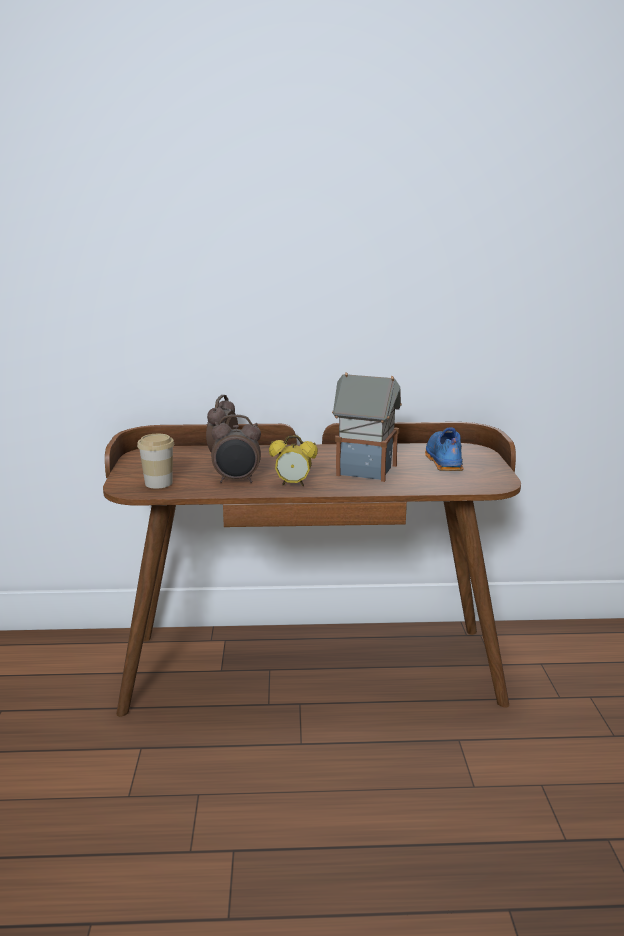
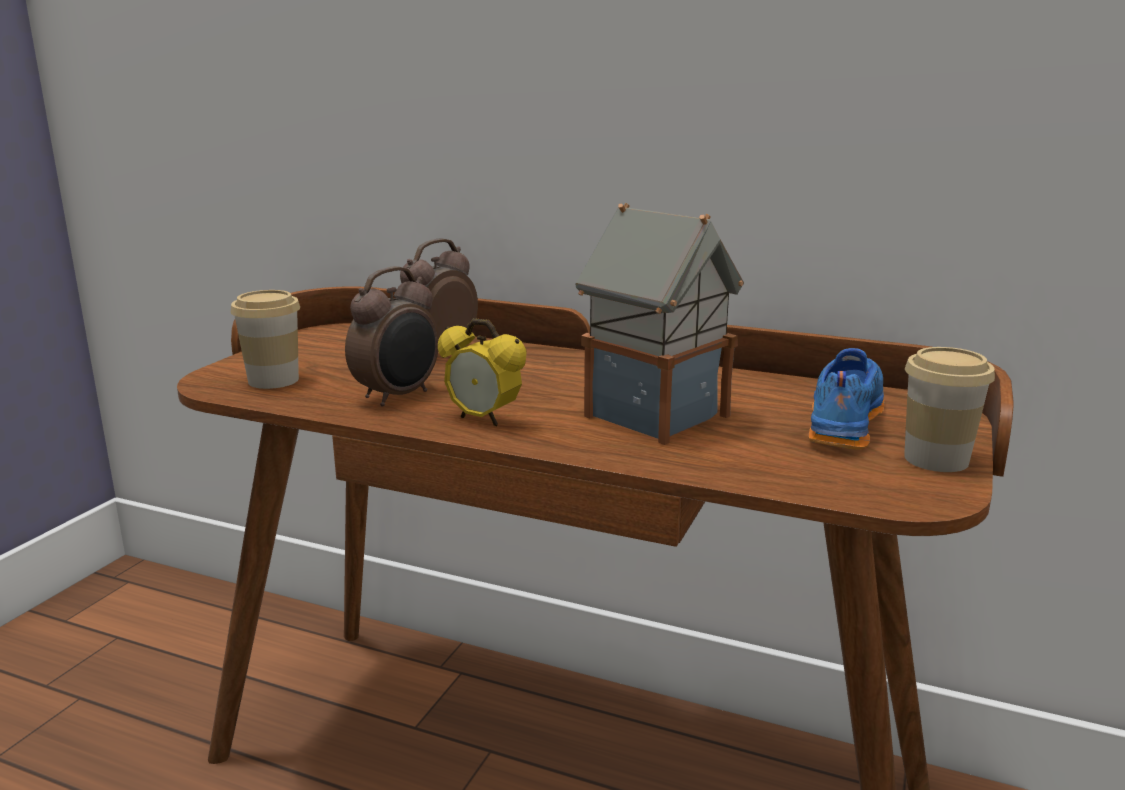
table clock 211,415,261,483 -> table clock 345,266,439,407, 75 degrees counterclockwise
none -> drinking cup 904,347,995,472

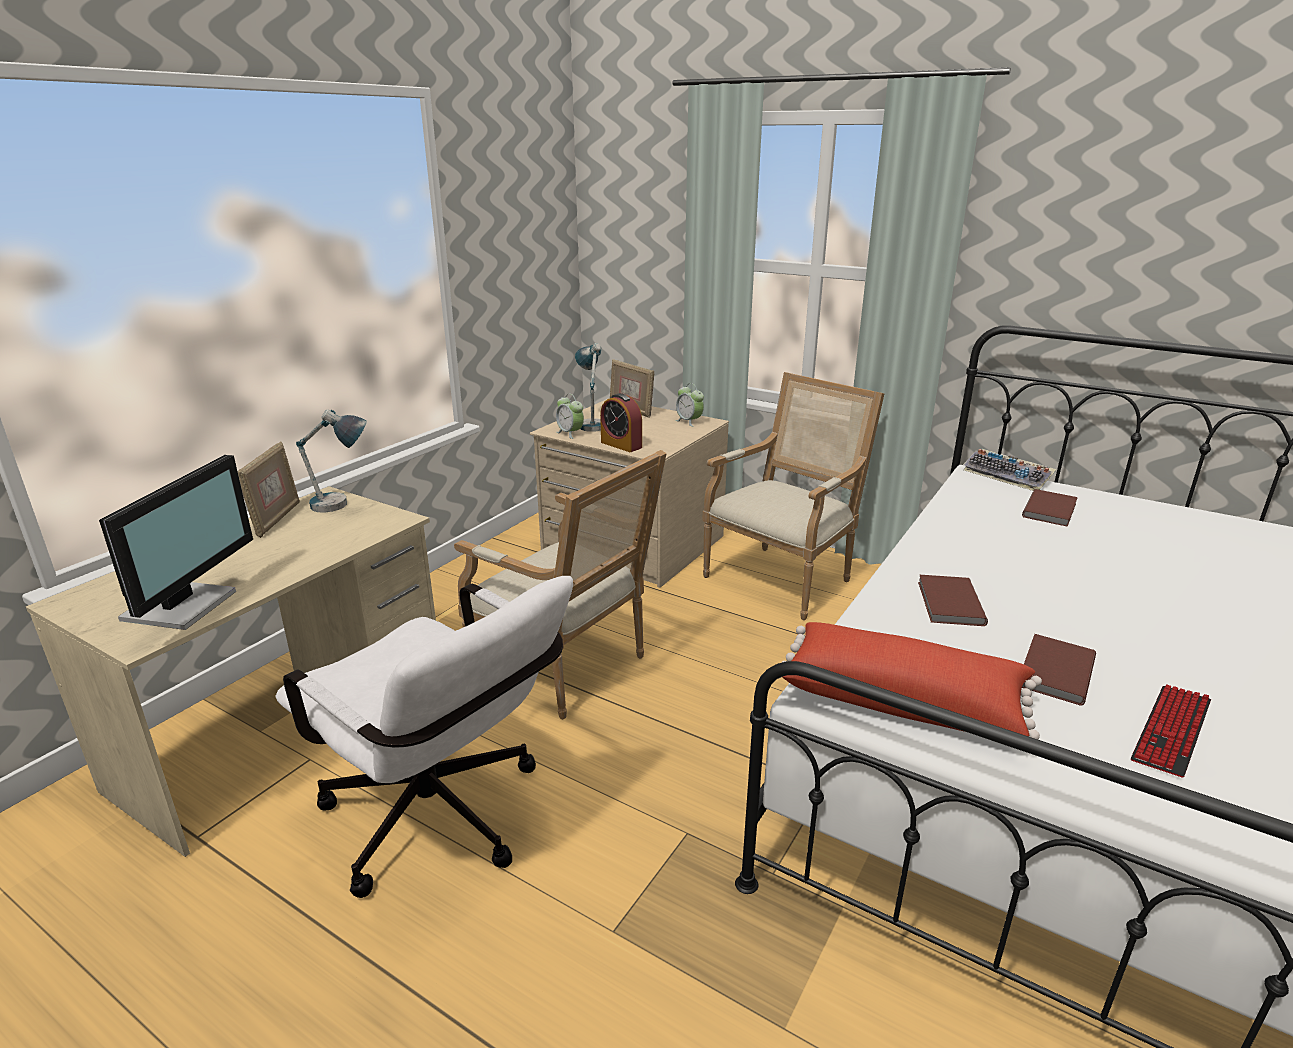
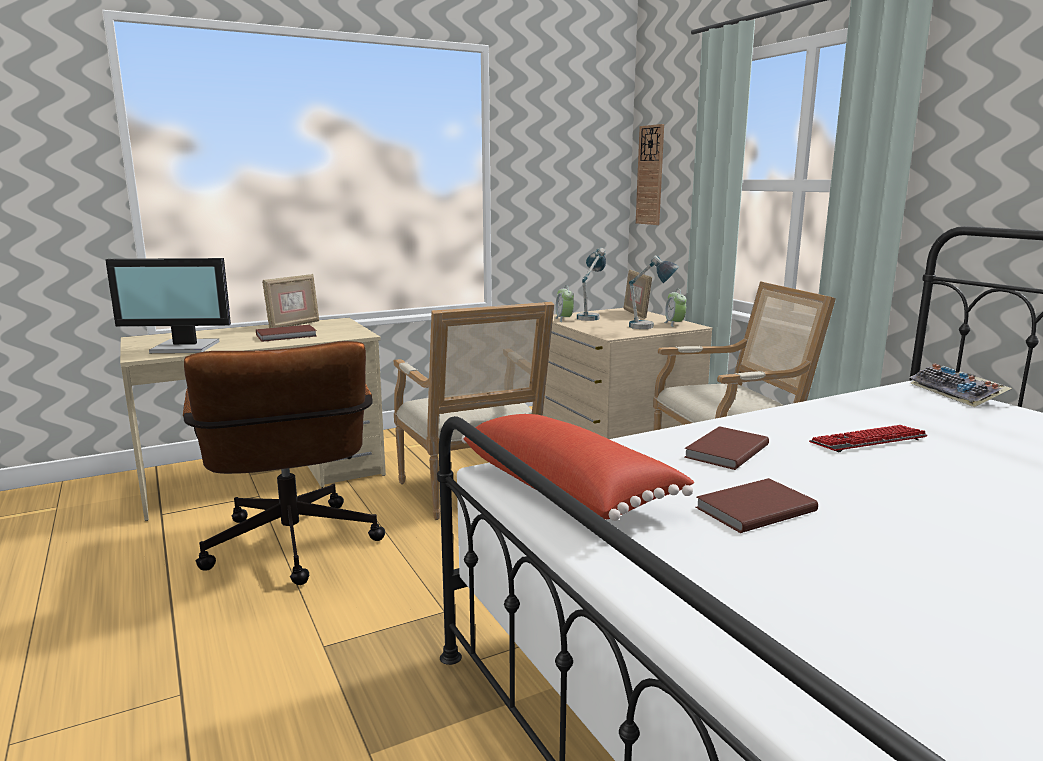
computer display 99,455,253,630 -> computer display 105,258,231,353, 45 degrees clockwise
whitish office chair 275,576,573,898 -> brown-coloured office chair 183,341,385,585
table lamp 296,410,367,513 -> table lamp 629,255,679,329, relocated
table clock 600,393,642,452 -> none
brown-coloured book 1022,489,1078,527 -> brown-coloured book 256,325,317,342, relocated
keyboard 1131,685,1211,778 -> keyboard 809,425,927,452, relocated
none -> clock on the wall 636,124,664,225

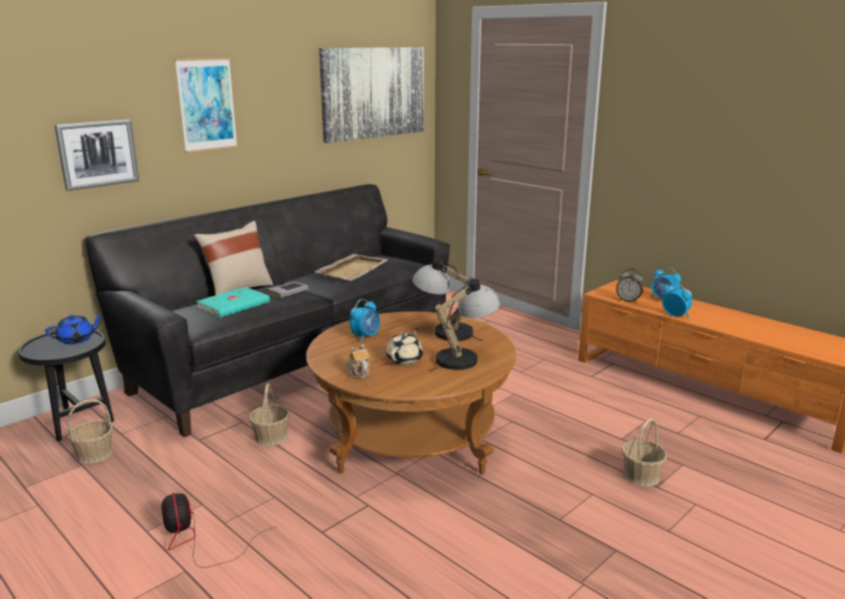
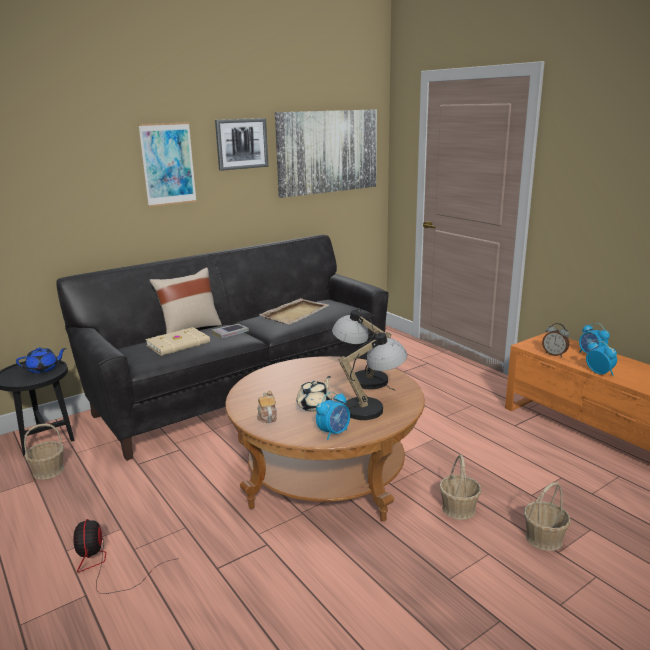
wall picture 55,119,139,191 -> wall picture 215,118,268,171, relocated
turquoise book 196,287,270,318 -> beige-coloured book 145,327,210,356
storage basket 249,383,290,446 -> storage basket 439,454,481,520, relocated
table clock 350,299,380,342 -> table clock 316,392,350,440, relocated

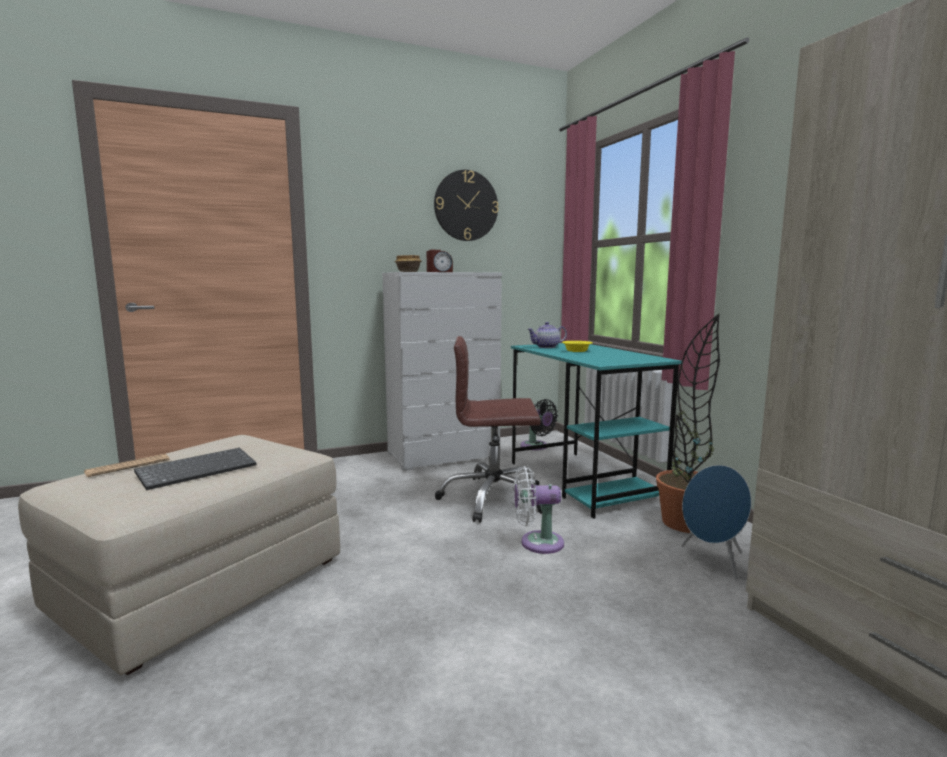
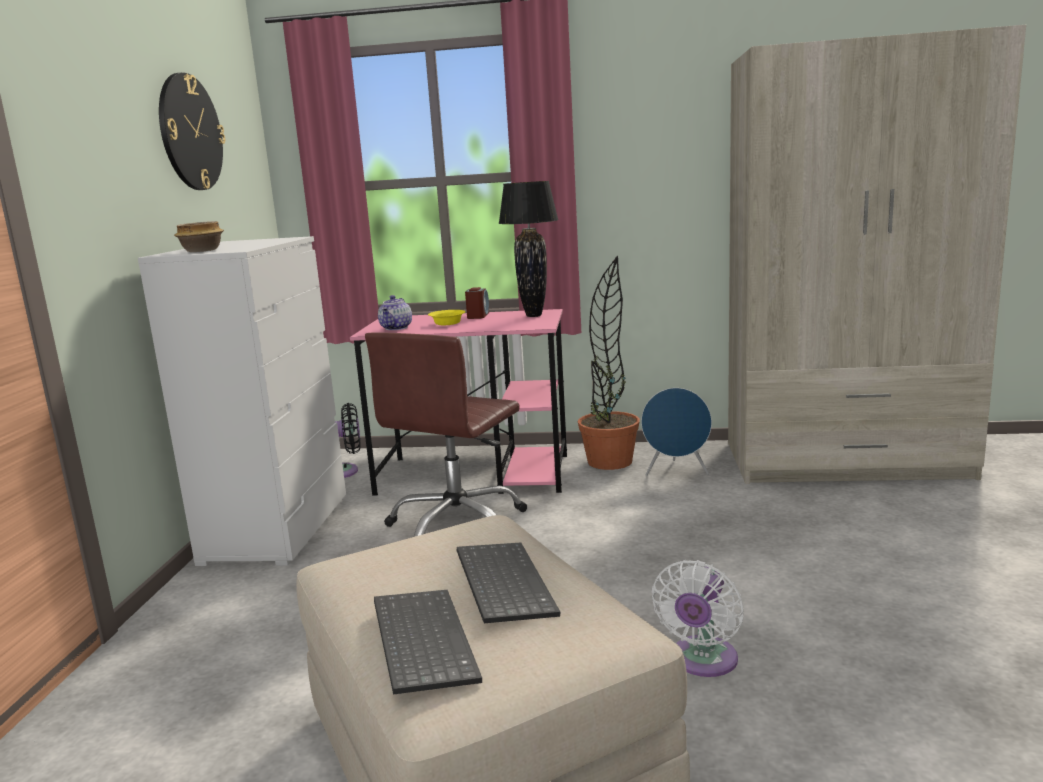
printed paper 84,454,169,477 -> keyboard 374,590,482,695
table clock 427,250,453,272 -> table clock 465,287,489,319, relocated
turquoise desk unit 511,343,682,519 -> pinkish desk unit 350,309,567,496
whitish fan 514,466,564,554 -> whitish fan 651,560,744,677, relocated
none -> black table lamp 499,181,559,317

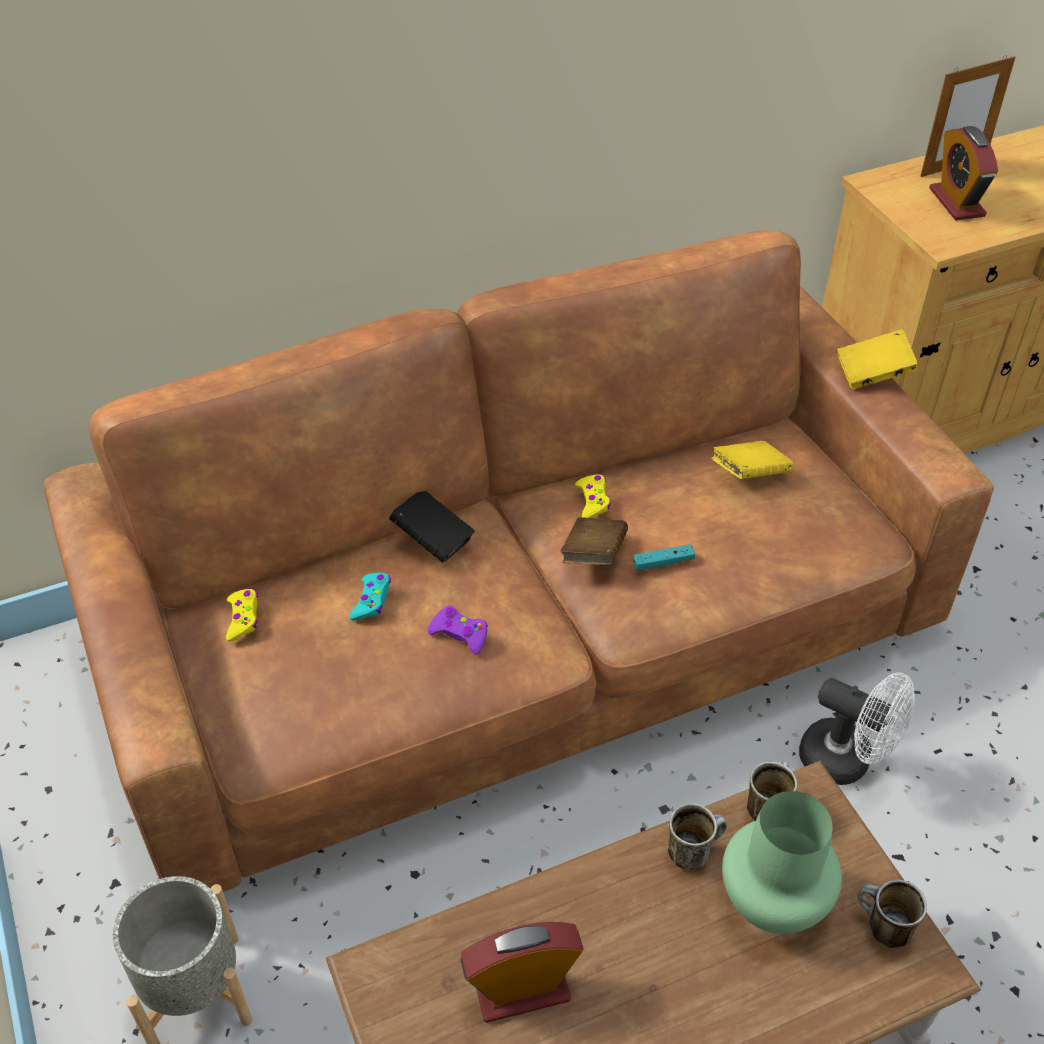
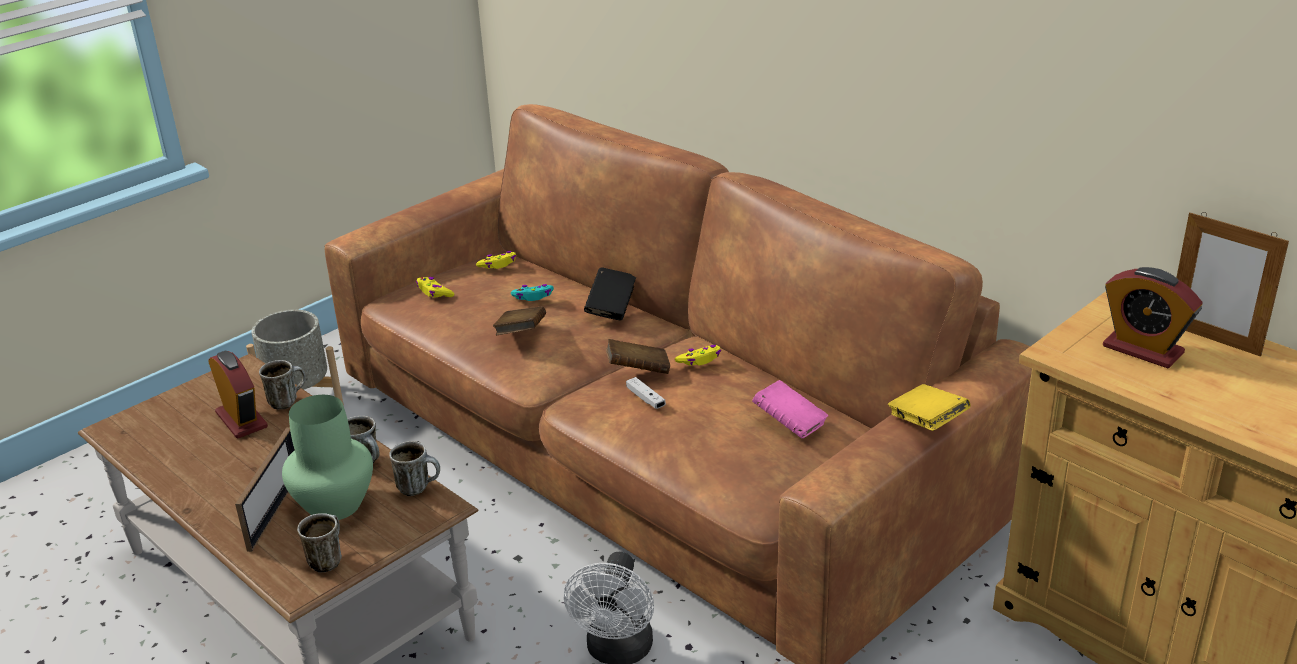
purple-coloured gamepad 428,606,488,655 -> brown-coloured book 493,307,546,335
turquoise gamepad 633,544,695,571 -> whitish gamepad 626,377,666,409
yellow-coloured book 712,441,794,479 -> pinkish book 752,380,828,438
table clock 929,126,998,221 -> table clock 1103,267,1203,368, 105 degrees counterclockwise
none -> photo frame 235,427,295,552
none -> tea mug 259,360,306,409
none -> yellow-coloured gamepad 416,277,455,297

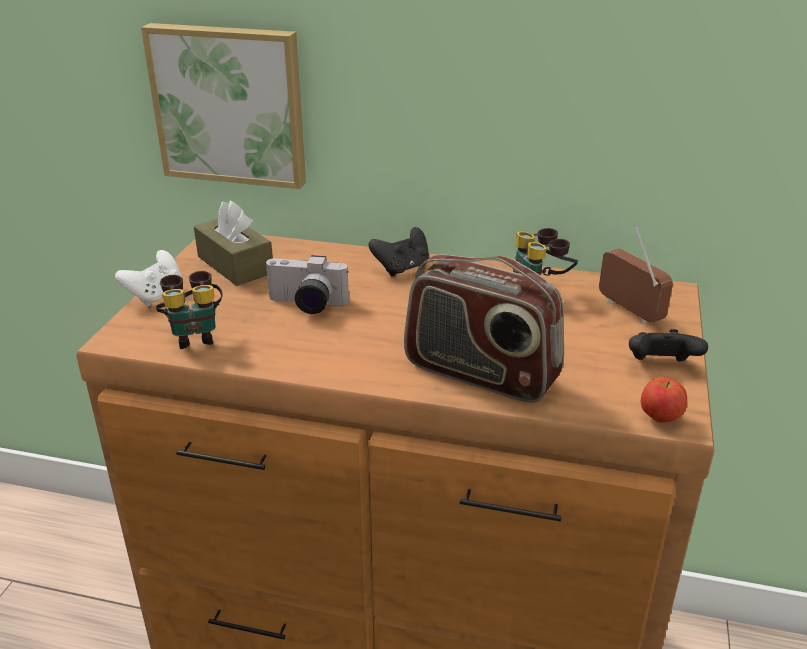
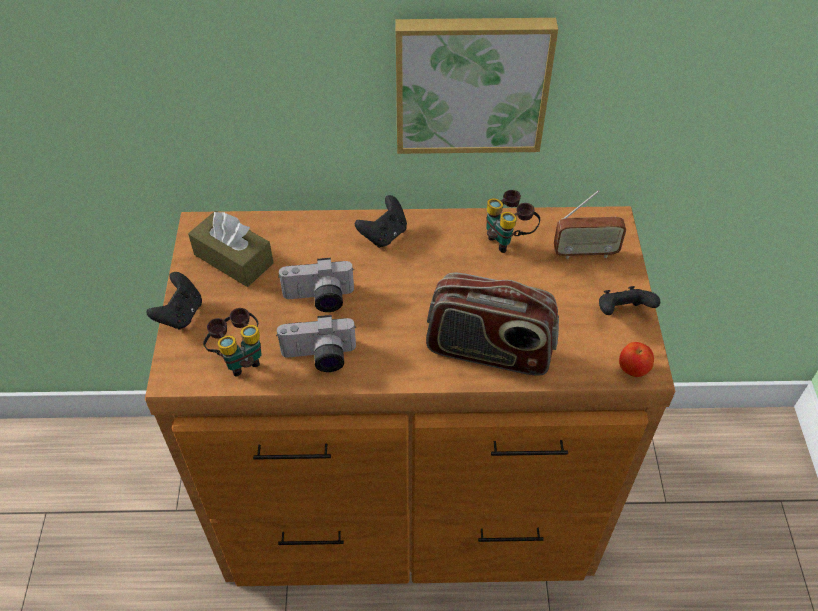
whitish gamepad 115,250,182,306 -> black gamepad 147,272,202,330
wall picture 141,23,306,189 -> wall picture 395,18,558,154, relocated
radio 599,226,673,324 -> radio 554,190,626,259, 135 degrees clockwise
none -> photo camera 276,315,356,372

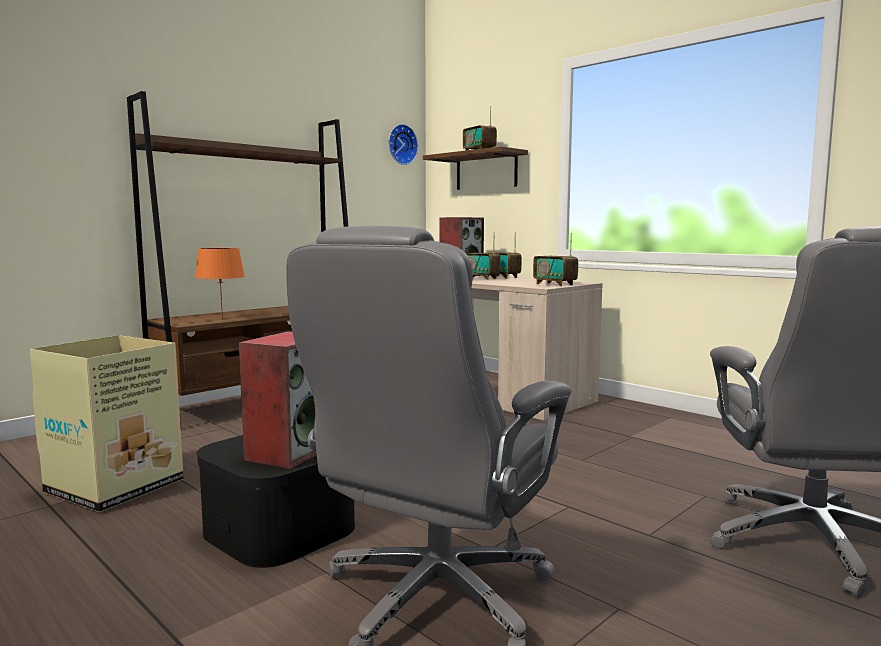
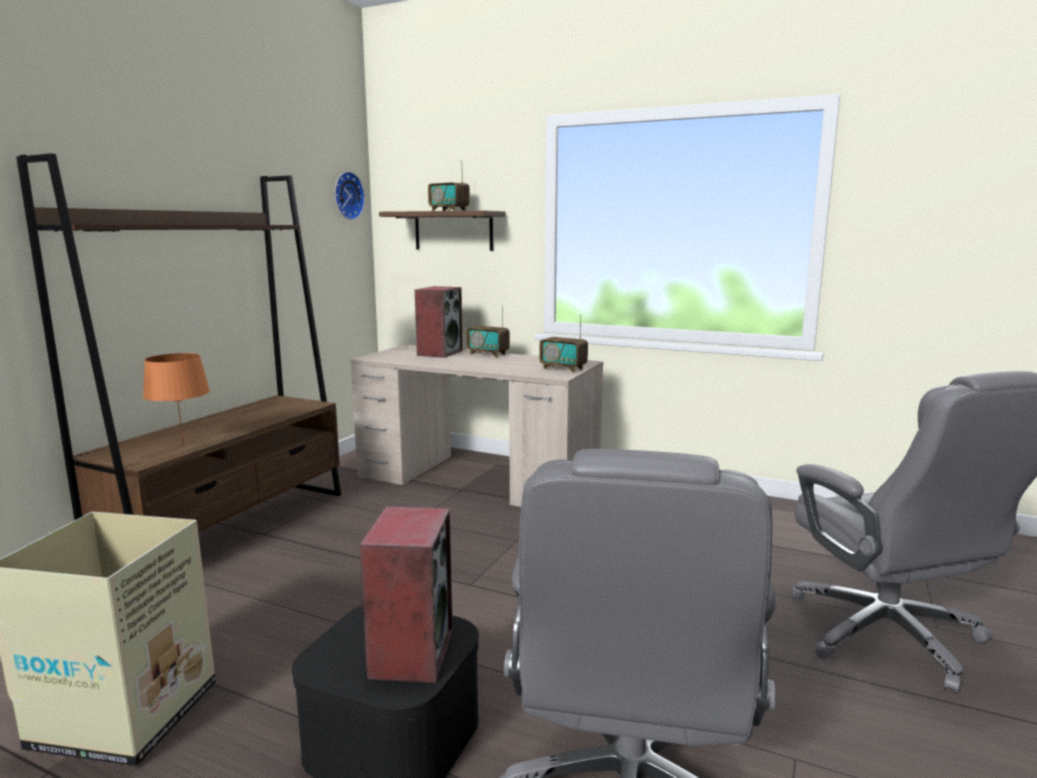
radio 466,233,501,280 -> none

